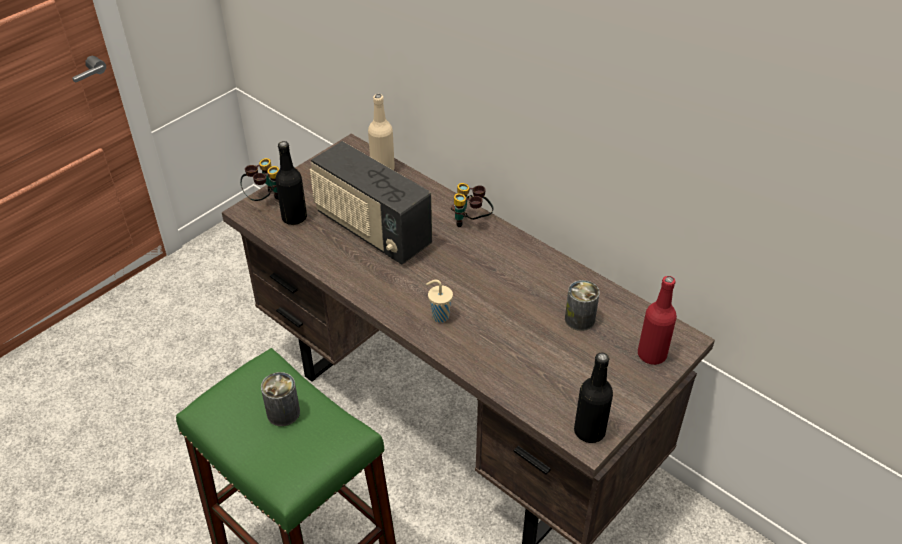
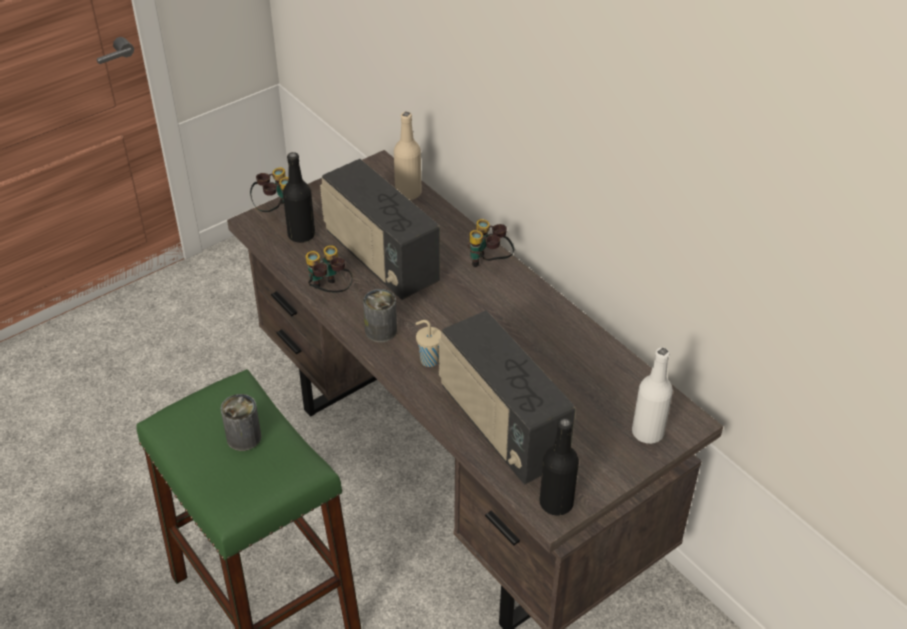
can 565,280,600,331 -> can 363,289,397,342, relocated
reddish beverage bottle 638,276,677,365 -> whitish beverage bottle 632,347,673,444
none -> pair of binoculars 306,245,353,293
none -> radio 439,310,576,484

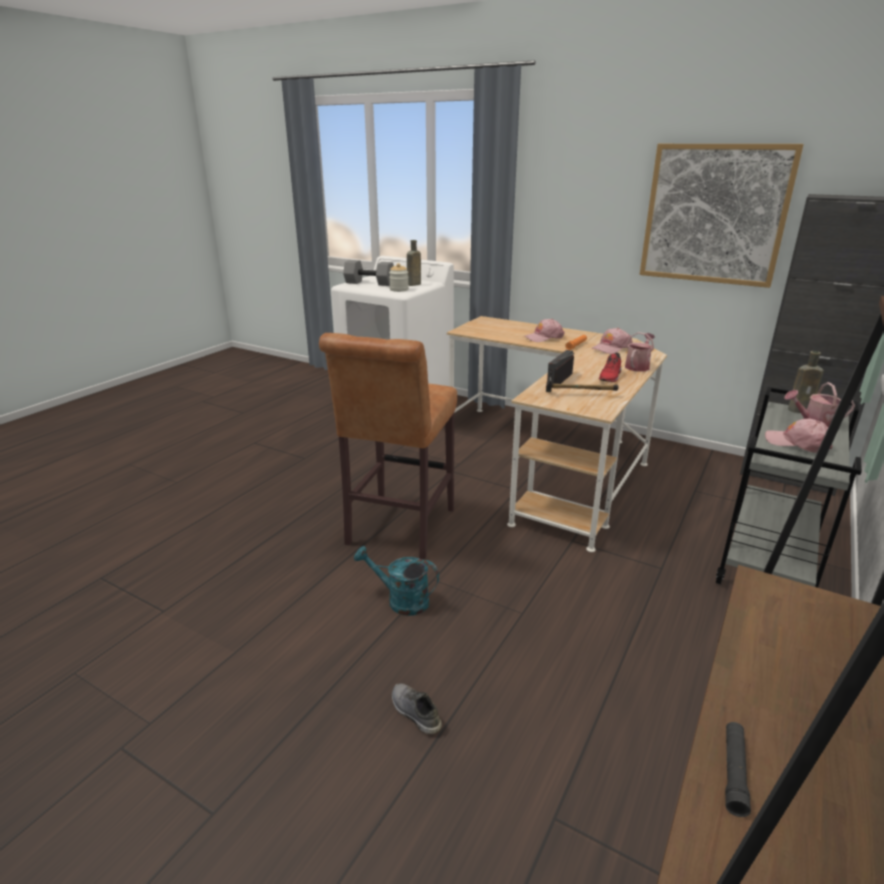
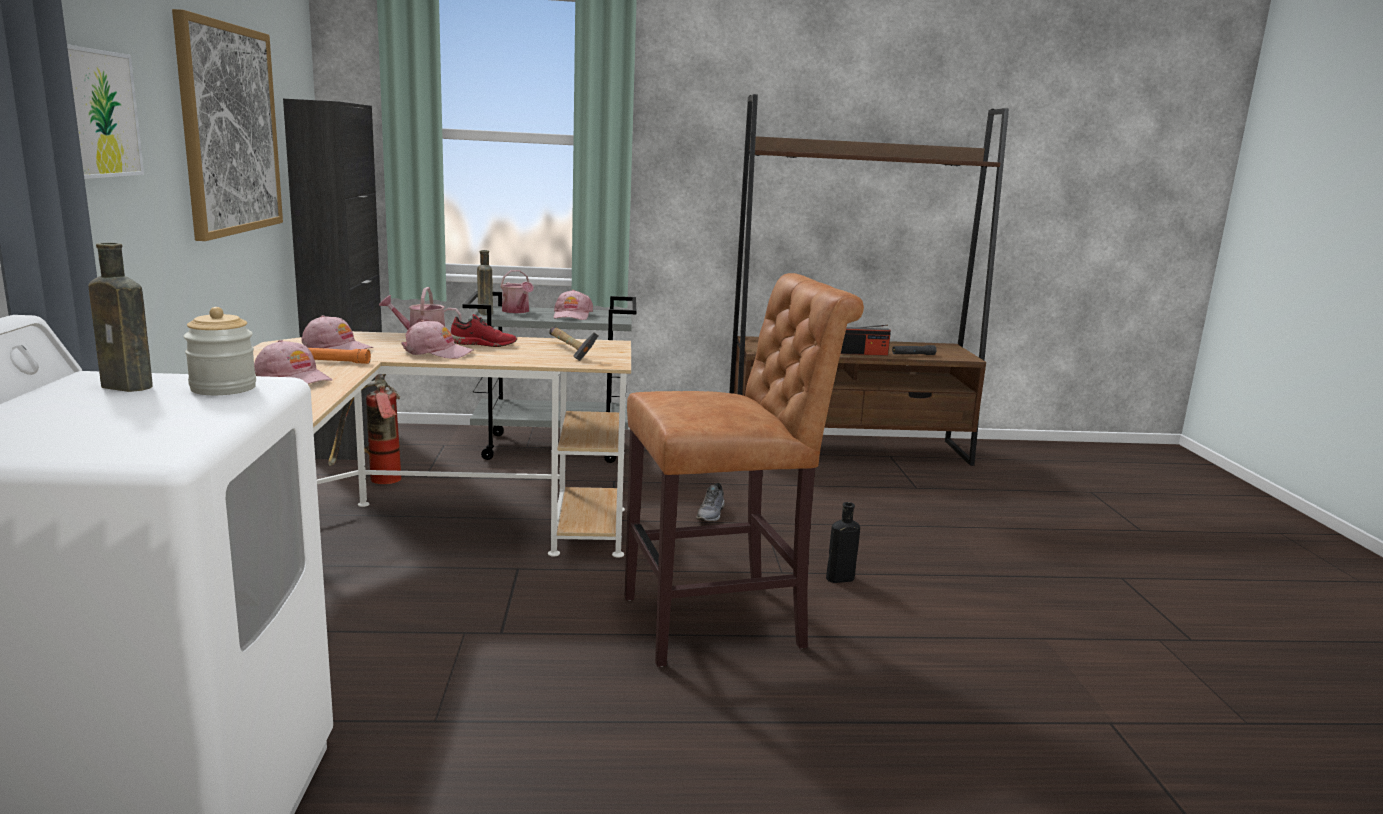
gray dumbbell 343,260,394,286 -> none
turquoise watering pot 354,546,439,616 -> black beverage bottle 826,502,860,583
gray shoe 392,683,442,734 -> gray shoe 696,483,725,522, relocated
radio 547,350,574,384 -> radio 841,324,891,356, relocated
none -> wall picture 67,44,144,179
none -> fire-fighting cylinder 328,374,401,484
none -> pinkish peaked cap 401,320,474,359

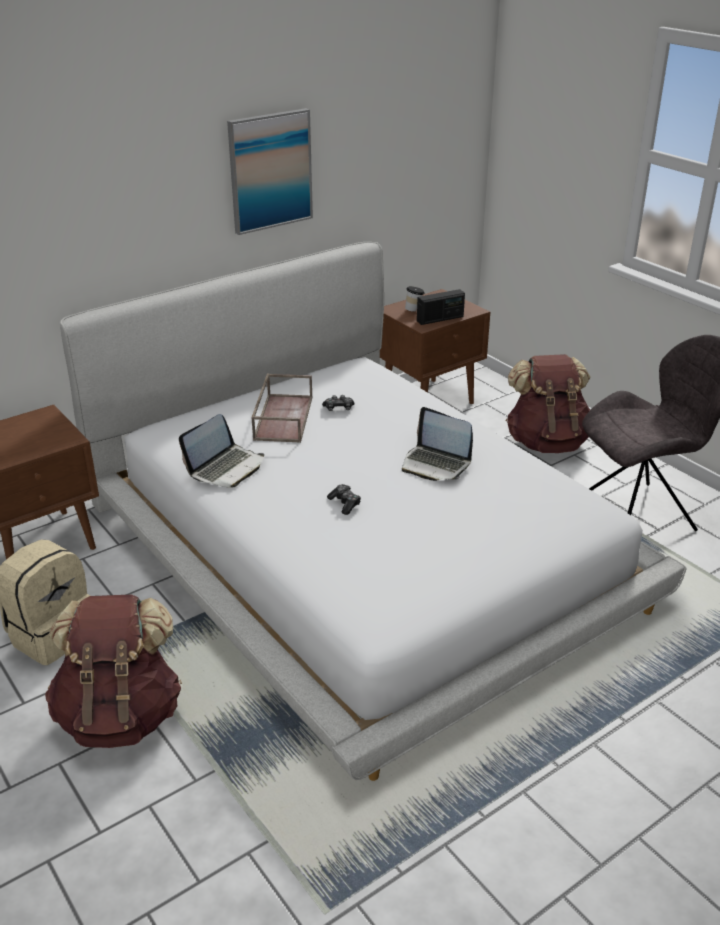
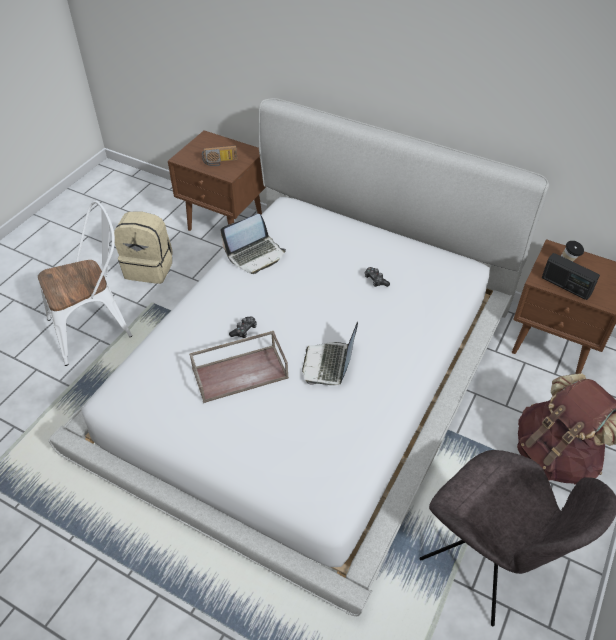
brown-coloured backpack 45,595,182,748 -> whitish plain chair 38,201,132,366
laptop 179,414,264,488 -> laptop 220,214,286,274, 45 degrees counterclockwise
wall picture 227,108,313,235 -> none
brown-coloured serving tray 251,374,313,443 -> brown-coloured serving tray 189,331,289,403, relocated
none -> radio 202,146,238,166

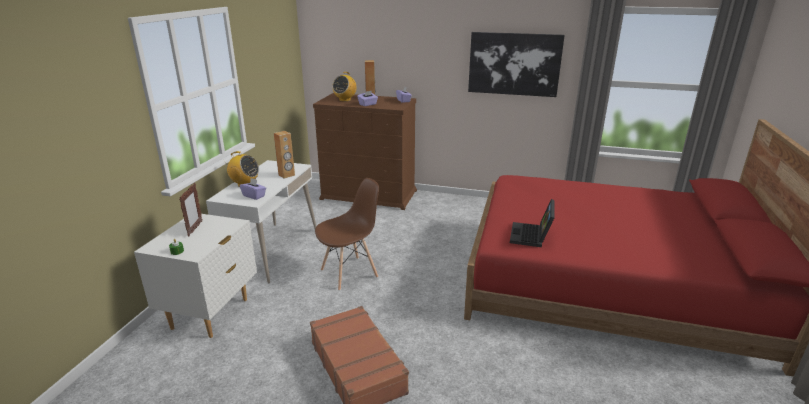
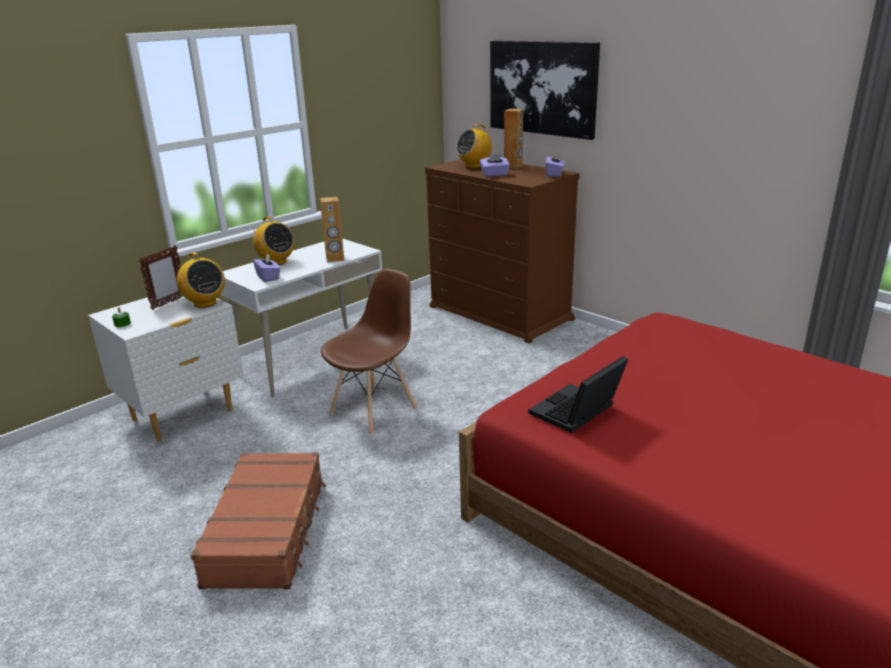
brown-coloured plain chair 315,178,379,291 -> brown-coloured plain chair 321,269,417,435, 45 degrees counterclockwise
wall picture 468,32,565,97 -> wall picture 490,40,600,140, relocated
none -> radio 176,252,225,308

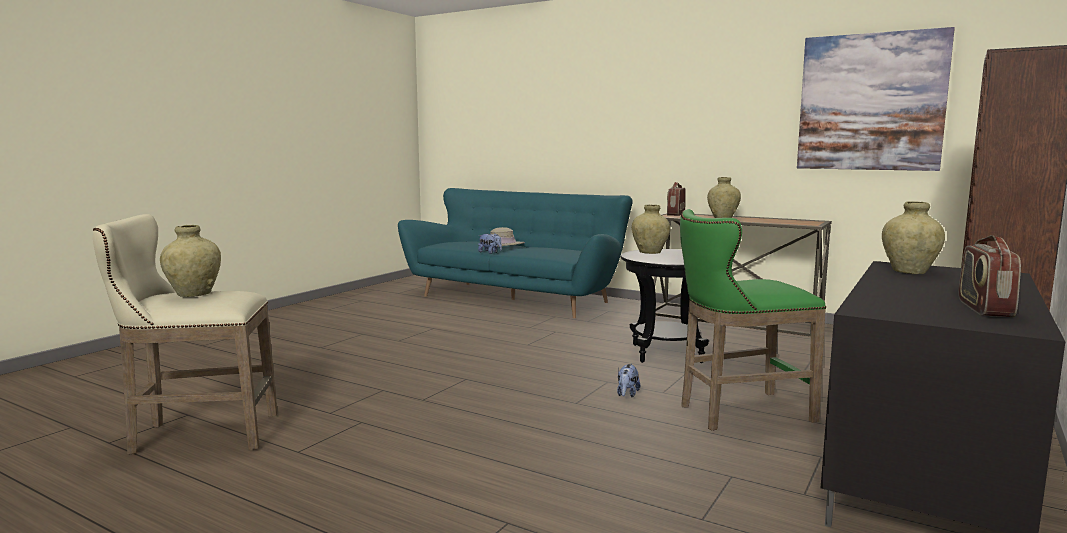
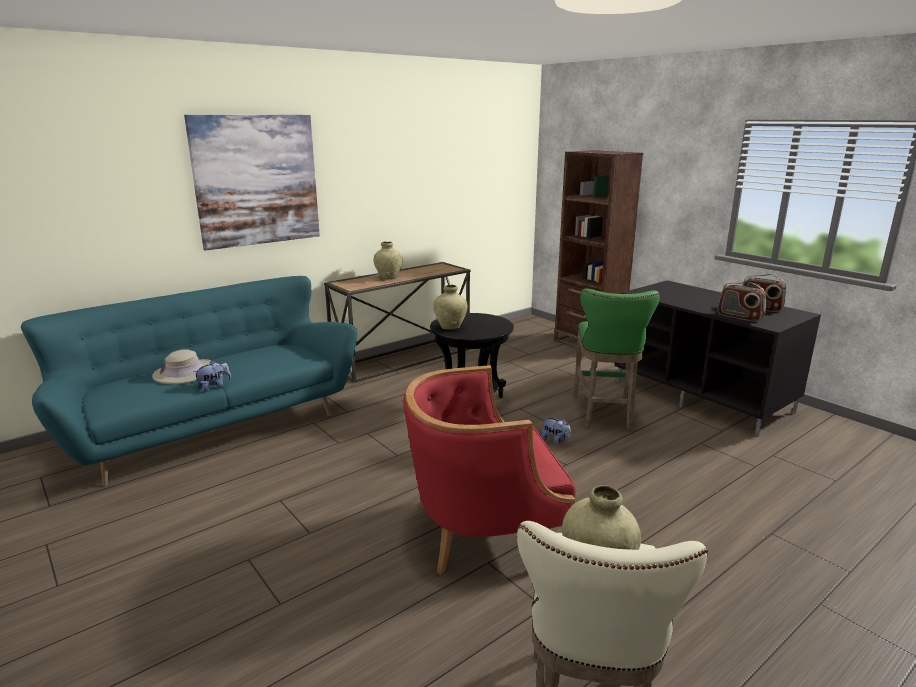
radio 667,182,686,216 -> radio 717,282,766,322, relocated
wall picture 797,27,955,171 -> wall picture 184,115,320,251, relocated
beige-coloured decorative vase 882,201,945,274 -> none
none -> reddish easy chair 403,365,576,575

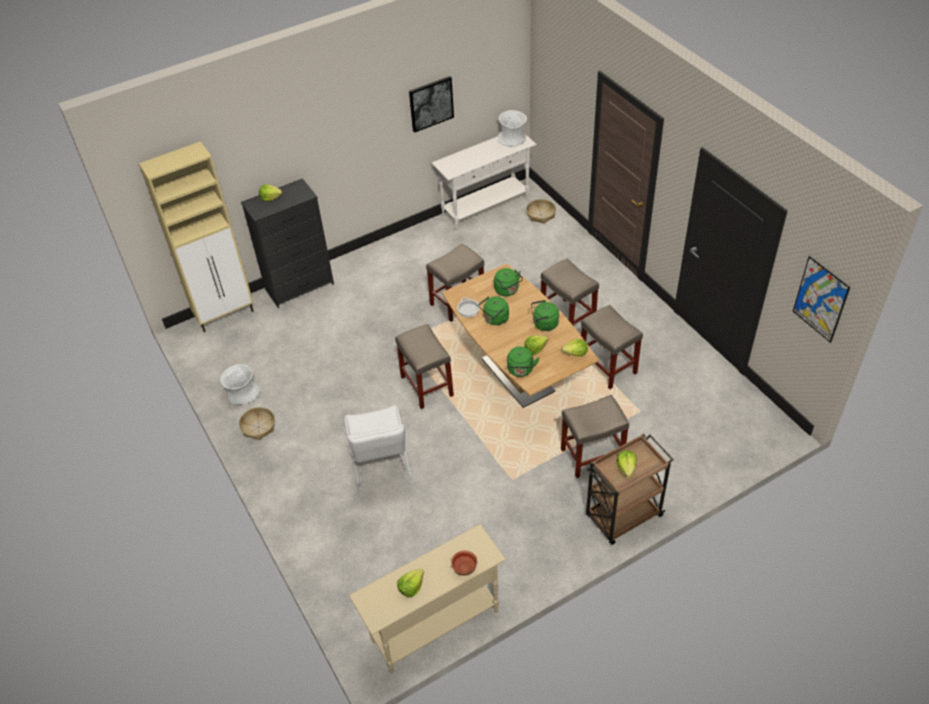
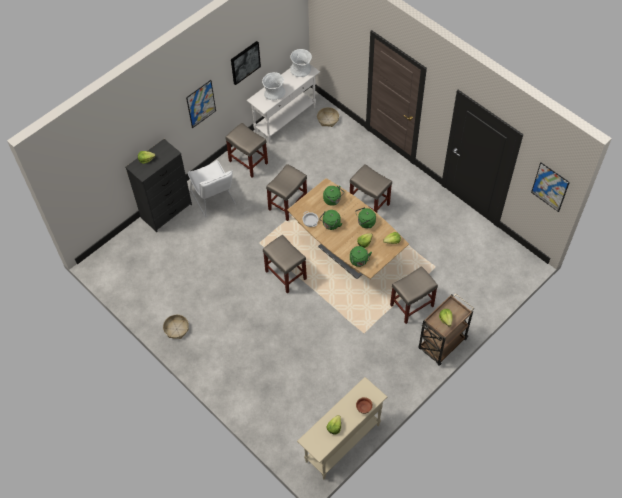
beige-coloured cabinet 139,141,254,332 -> none
whitish decorative vase 220,364,260,405 -> whitish decorative vase 262,72,286,100, relocated
whitish plain chair 345,405,412,491 -> whitish plain chair 188,160,236,217, relocated
beige-coloured sitting stool 581,305,643,389 -> beige-coloured sitting stool 226,123,268,177, relocated
none -> wall picture 186,80,216,128

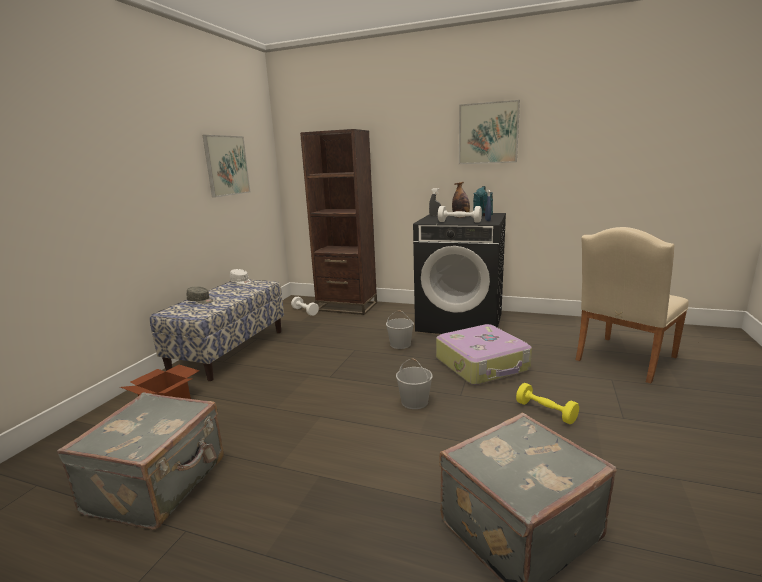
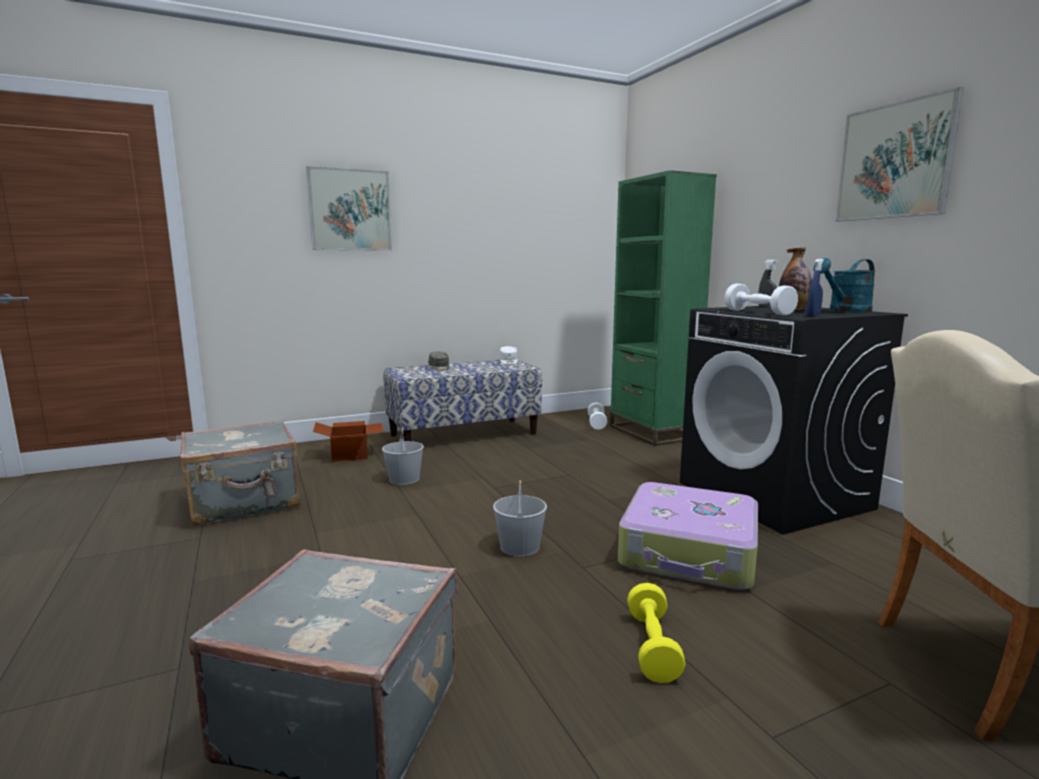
wall picture 203,135,250,198 -> wall picture 306,166,392,251, relocated
brown-coloured bookcase 300,129,377,315 -> greenish bookcase 610,170,717,446
whitish water bucket 386,310,414,349 -> whitish water bucket 382,428,424,485, relocated

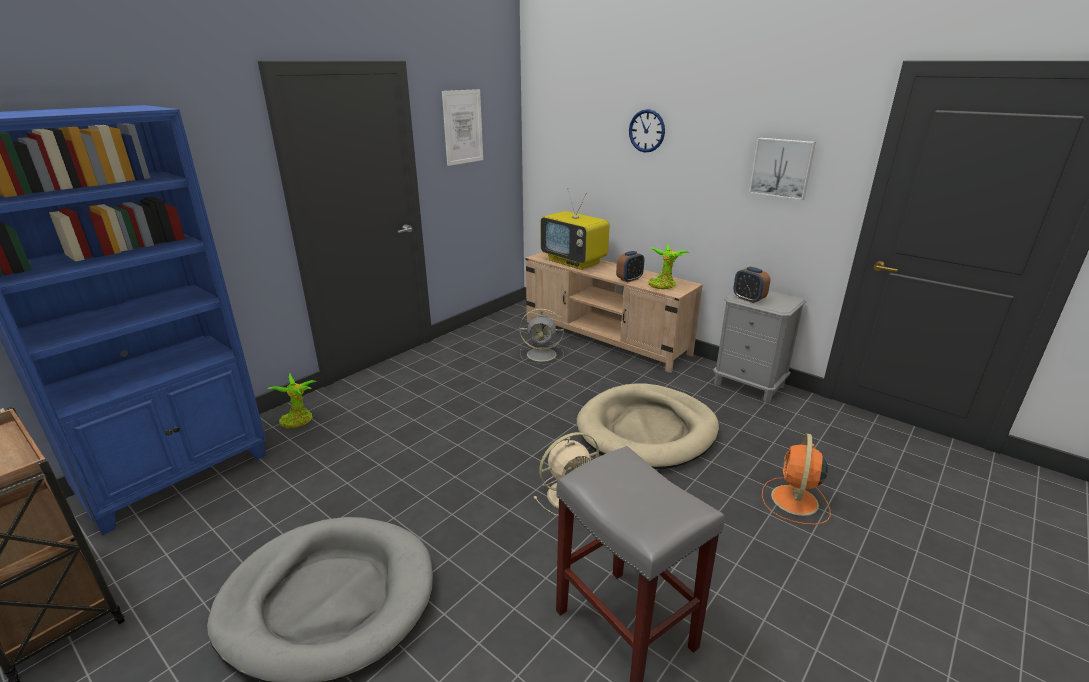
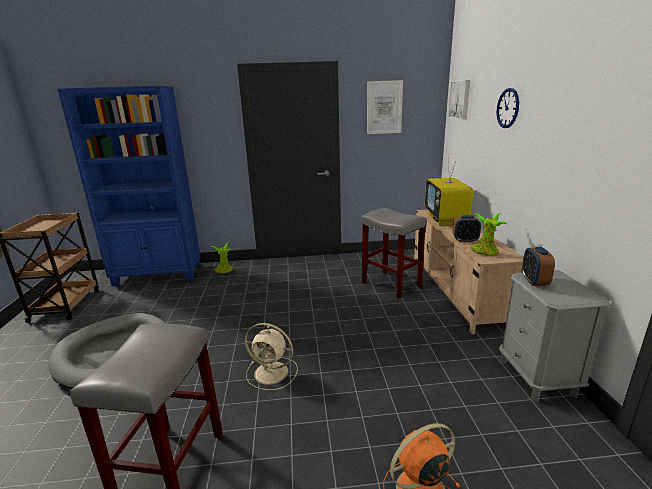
gray fan 519,309,564,365 -> gray sitting stool 361,208,427,299
beige-coloured pet bed 577,383,719,469 -> none
wall picture 749,138,816,200 -> wall picture 448,80,470,119, relocated

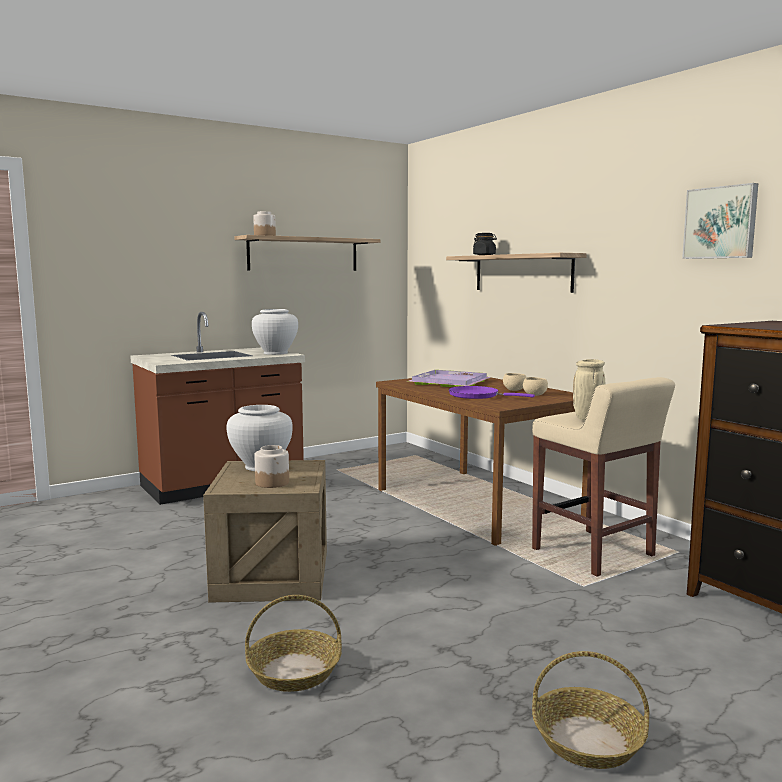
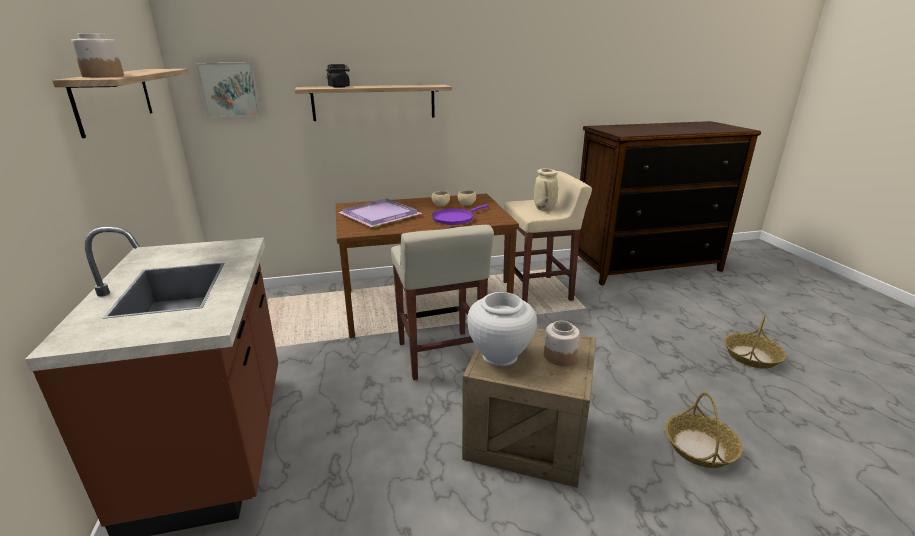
whitish decorative vase 252,309,298,355 -> none
wall picture 682,183,758,259 -> wall picture 196,63,261,117, relocated
none -> beige-coloured sitting stool 391,225,494,380

